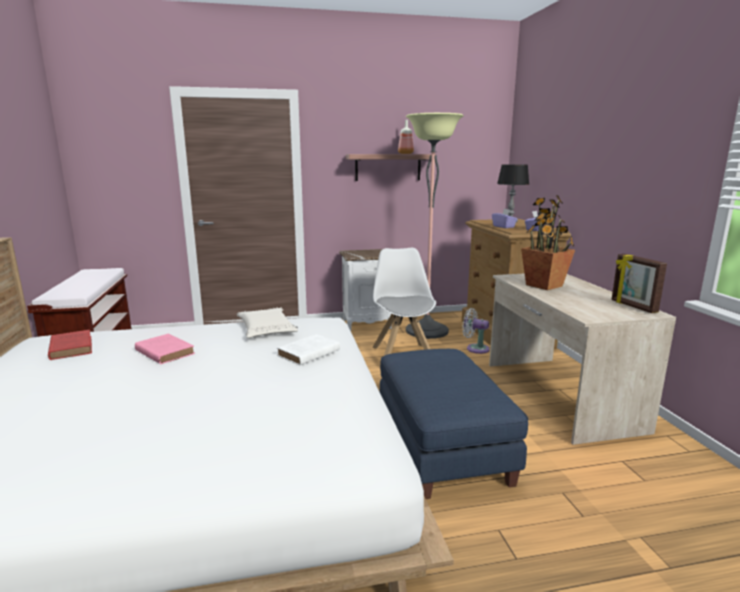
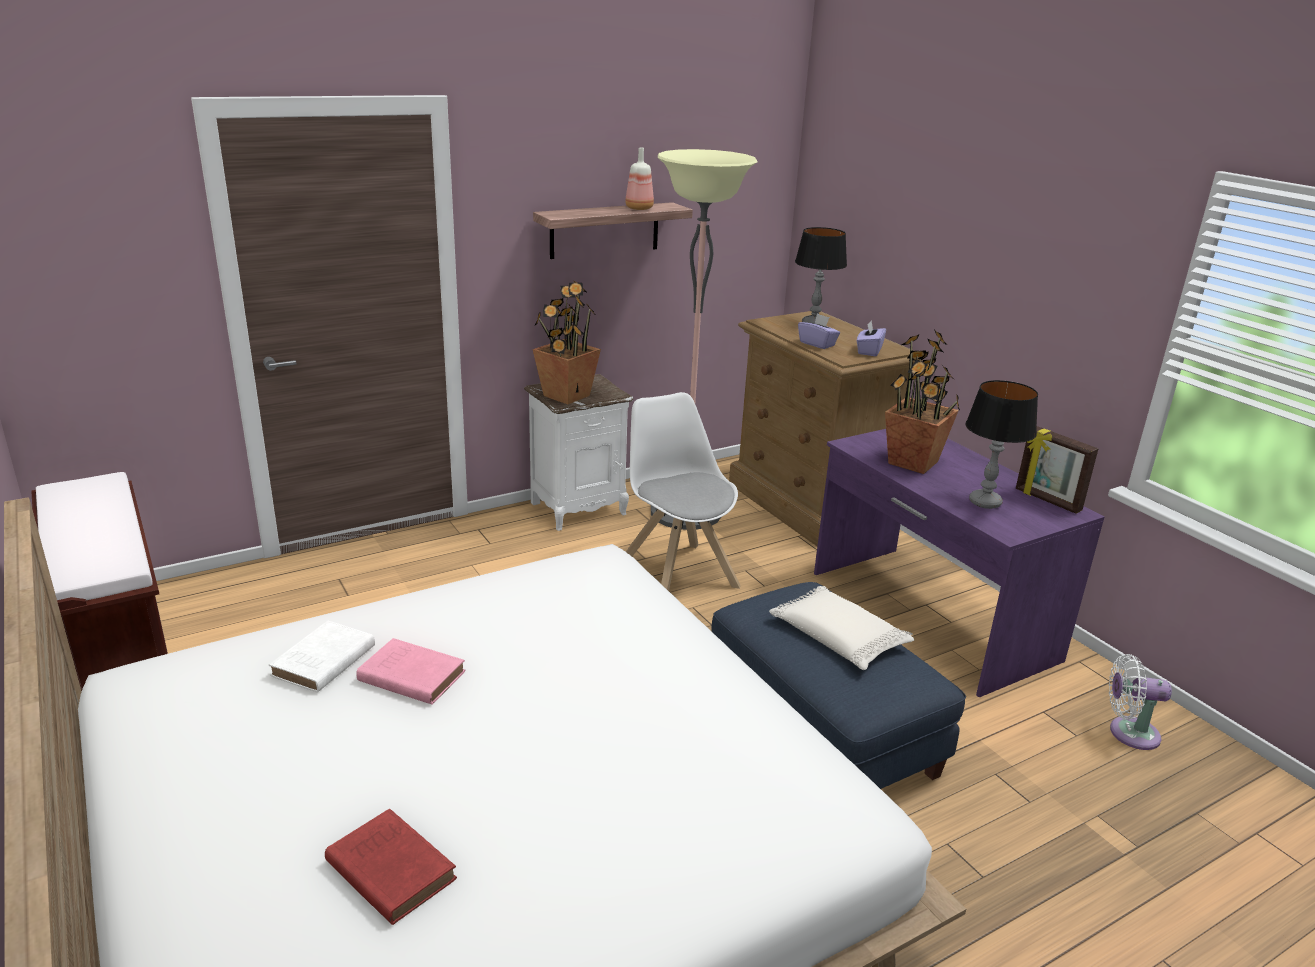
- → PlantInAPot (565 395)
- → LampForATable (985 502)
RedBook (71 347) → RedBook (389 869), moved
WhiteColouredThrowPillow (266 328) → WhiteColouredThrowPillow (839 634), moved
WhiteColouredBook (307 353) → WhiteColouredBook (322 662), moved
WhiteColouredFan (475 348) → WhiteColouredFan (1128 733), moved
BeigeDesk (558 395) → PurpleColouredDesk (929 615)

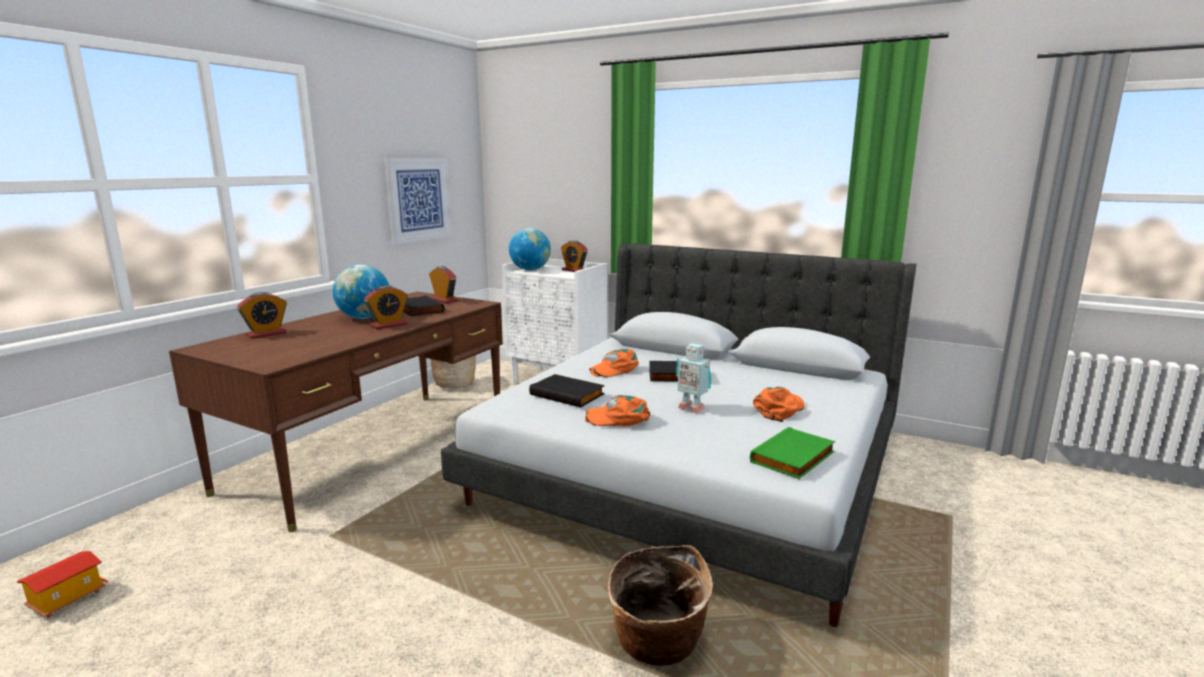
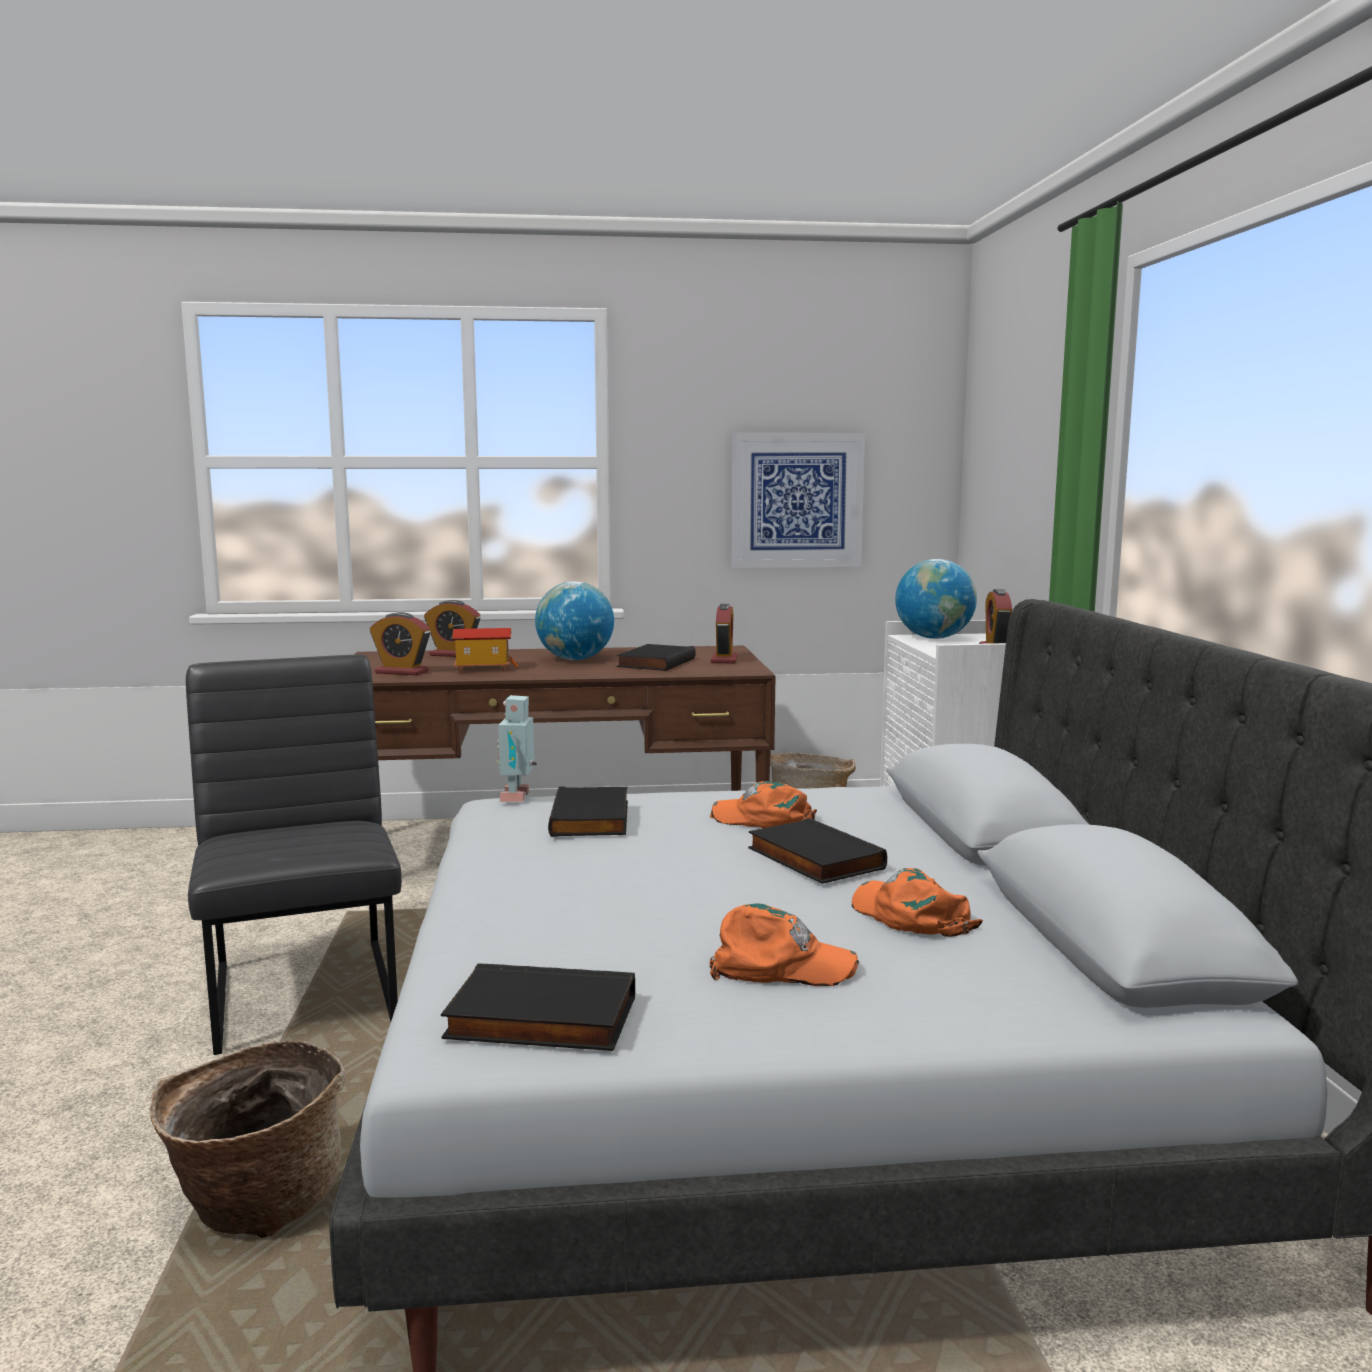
- → GreyPlainChair (305 990)
MiniatureHouse (67 599) → MiniatureHouse (483 669), moved
TableClock (388 325) → TableClock (402 672), moved
OrangePeakedCap (619 418) → OrangePeakedCap (911 915), moved
ModelRobot (691 408) → ModelRobot (518 797), moved
GreenBook (794 458) → BlackColouredBook (539 1020)

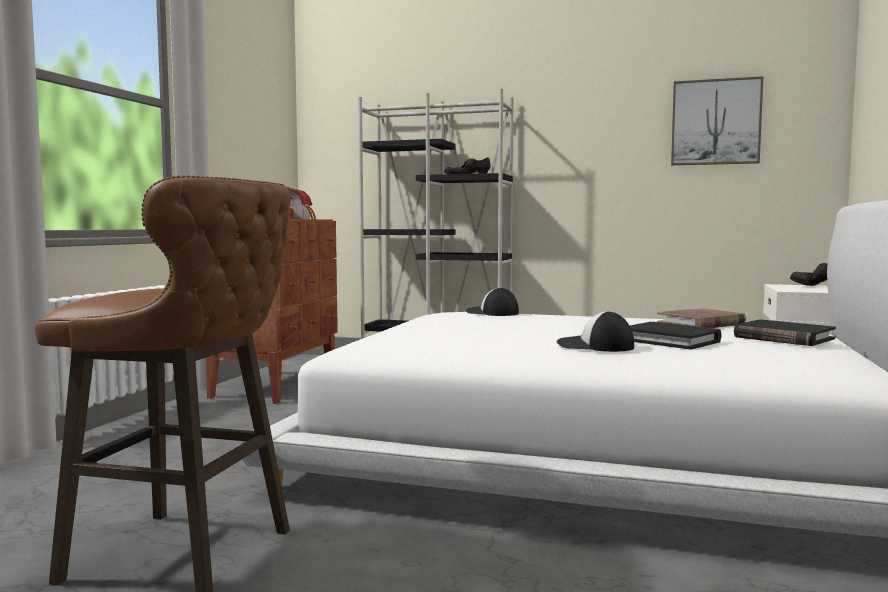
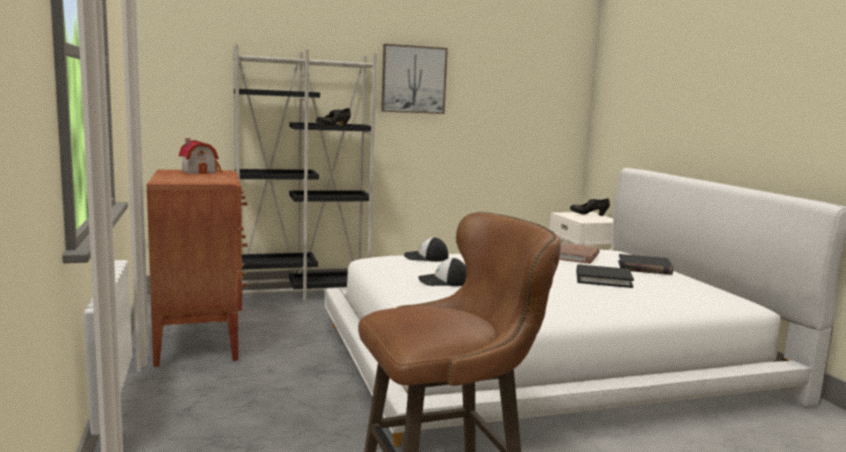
PeakedCap (594 346) → PeakedCap (443 281), moved
WallArt (715 122) → WallArt (413 79), moved

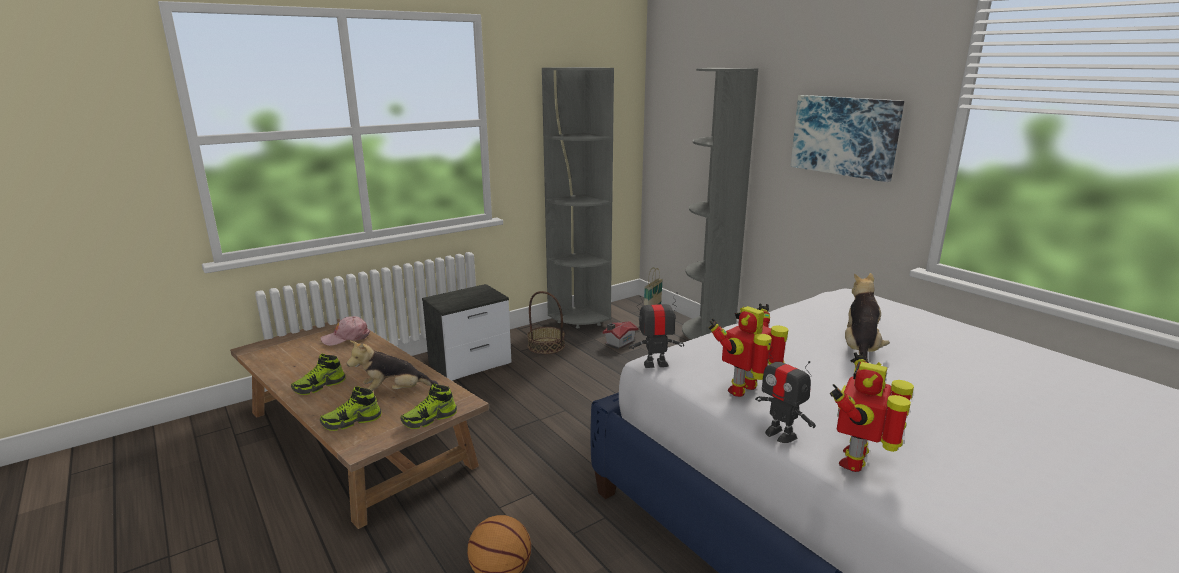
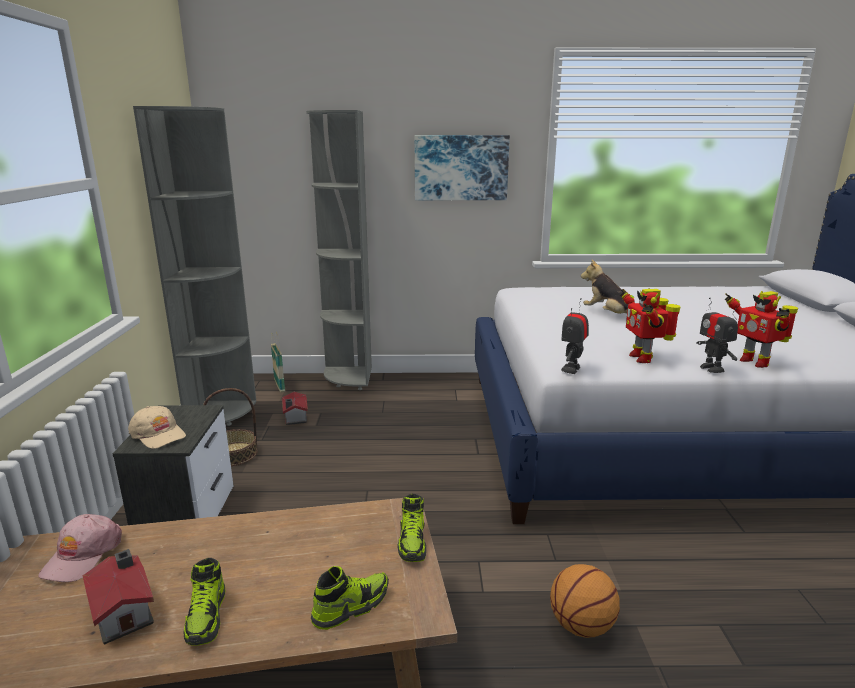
PlushToy (393 393) → -
- → MiniatureHouse (125 611)
- → BeigePeakedCap (158 434)
ItemOfFootwear (352 421) → ItemOfFootwear (351 606), 135 degrees counterclockwise
ModelRobot (780 434) → ModelRobot (712 368), 75 degrees clockwise

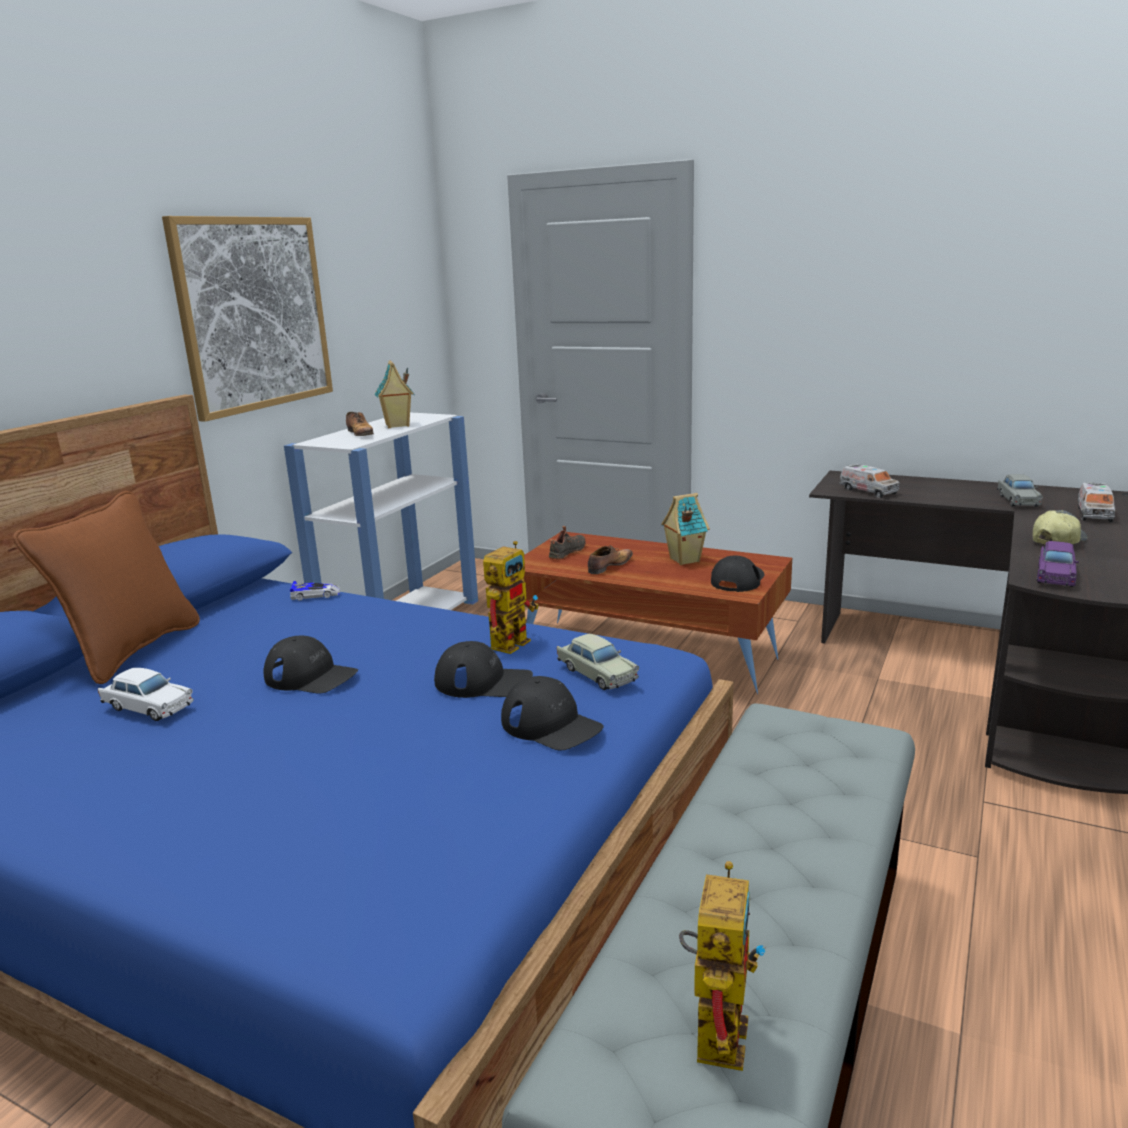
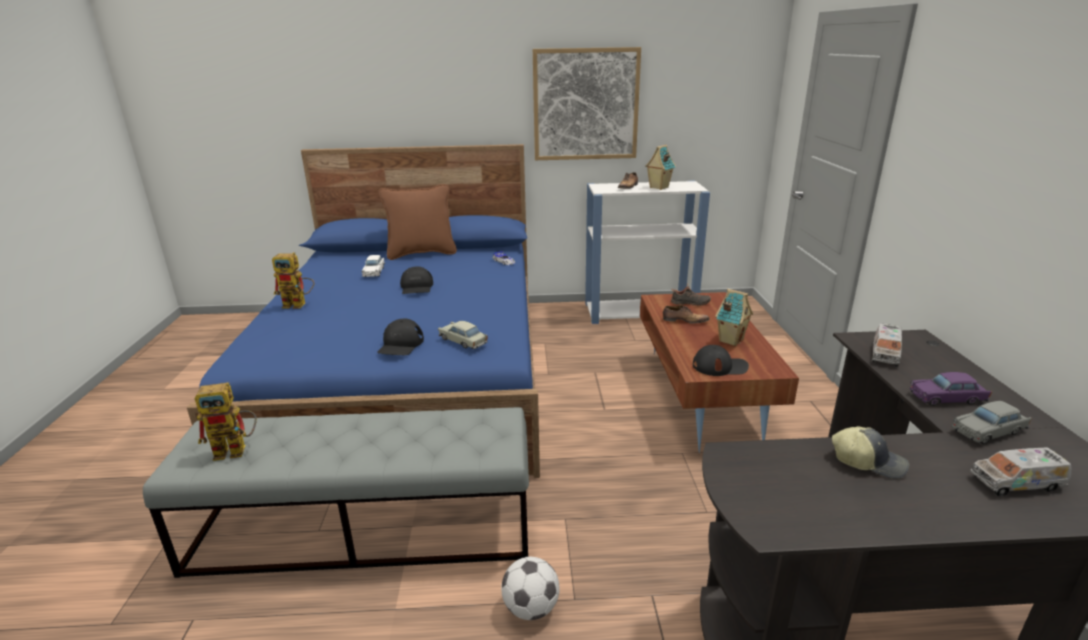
BlackColouredPeakedCap (483 681) → -
- → BallForFootball (531 608)
ModelRobot (512 640) → ModelRobot (299 304), moved
PurpleColouredToyCar (1055 575) → PurpleColouredToyCar (947 398), moved
BeigeToyCar (597 673) → BeigeToyCar (463 341), 105 degrees clockwise

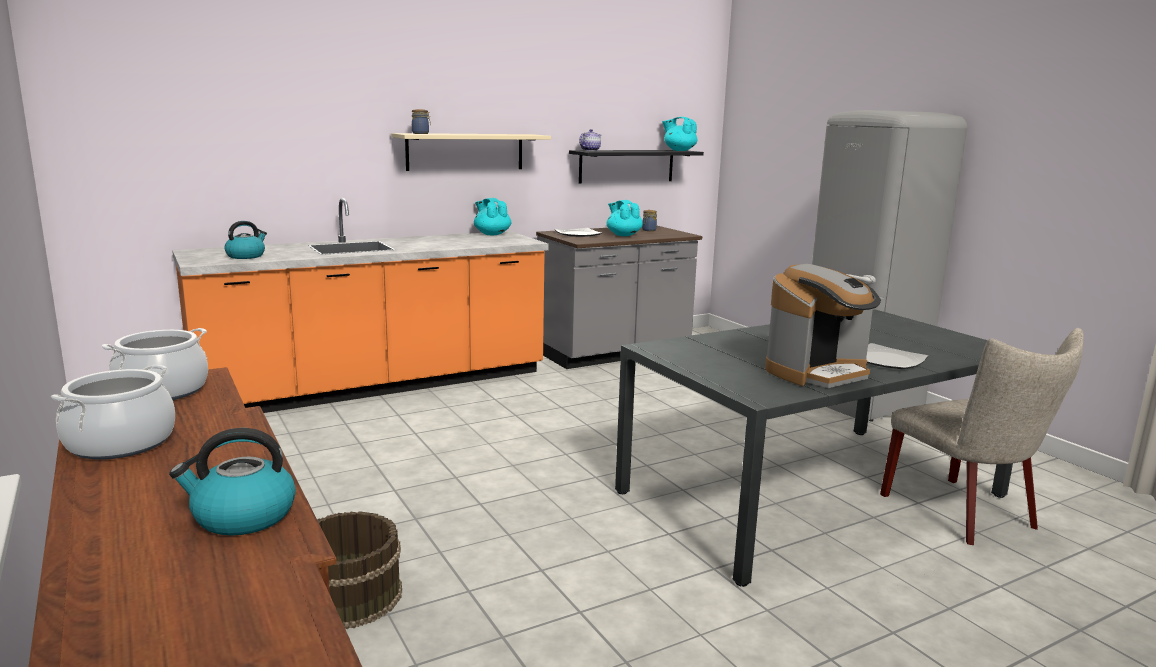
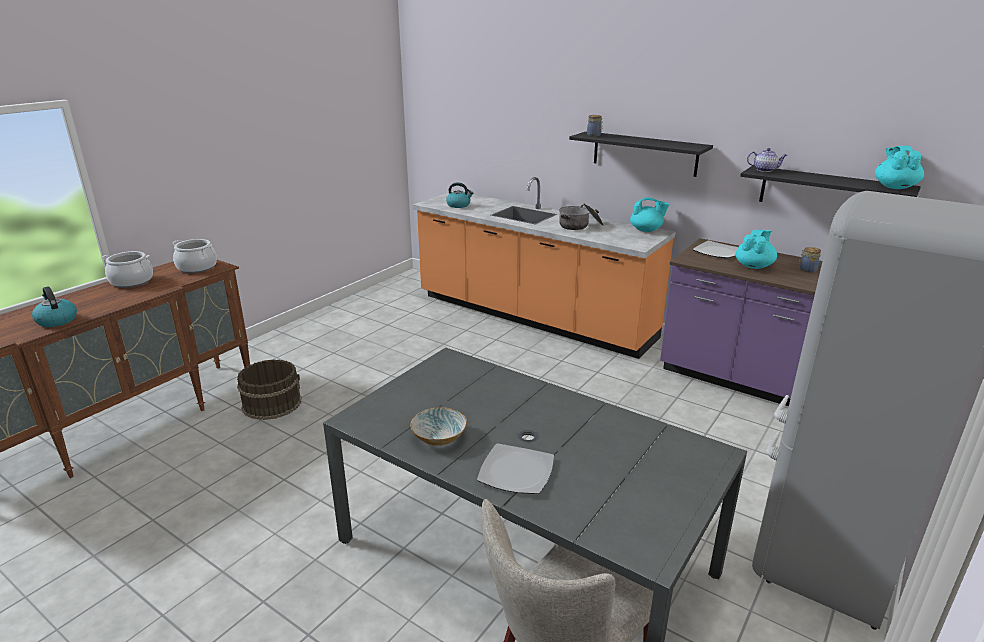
- → CookingPot (580 226)
CoffeeBrewer (817 372) → ServingBowl (440 437)
BeigeShelf (465 152) → BlackColouredShelf (644 153)
GreyKitchenBaseUnit (614 353) → PurpleColouredKitchenBaseUnit (738 379)
TurquoiseColouredPotForTea (492 234) → TurquoiseColouredPotForTea (646 230), 75 degrees clockwise

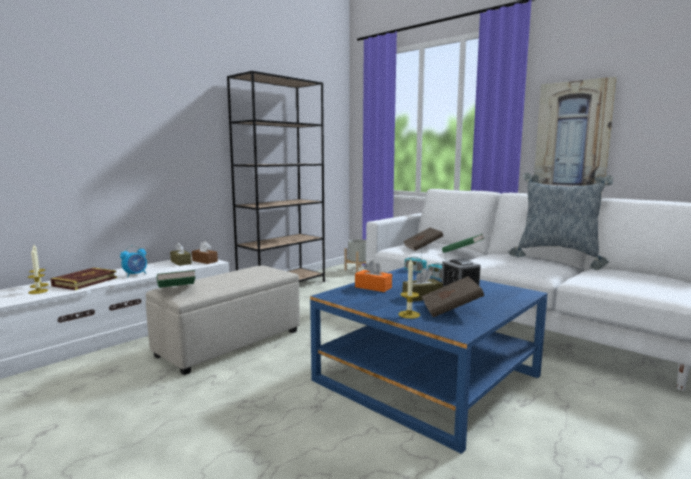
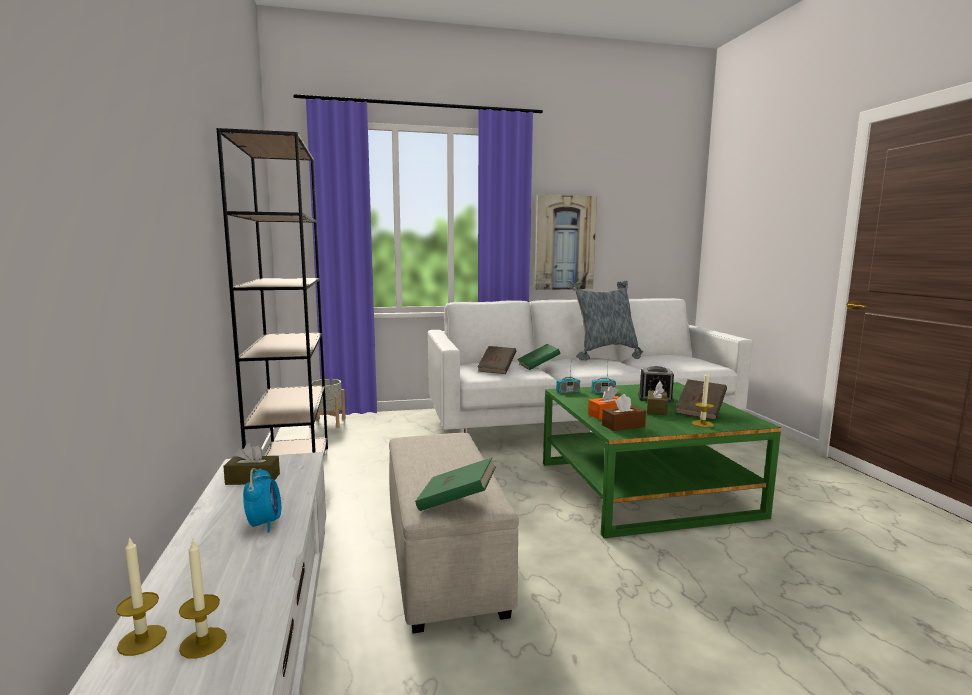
Book (85 282) → -
BrownTissueHolder (205 261) → BrownTissueHolder (623 426), moved
BlueColouredLoungeTable (427 378) → GreenLoungeTable (644 488)

